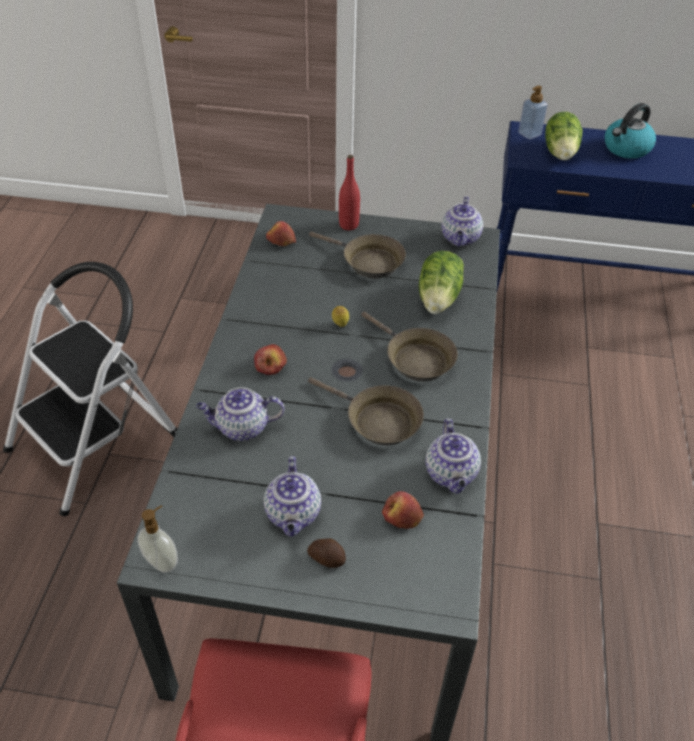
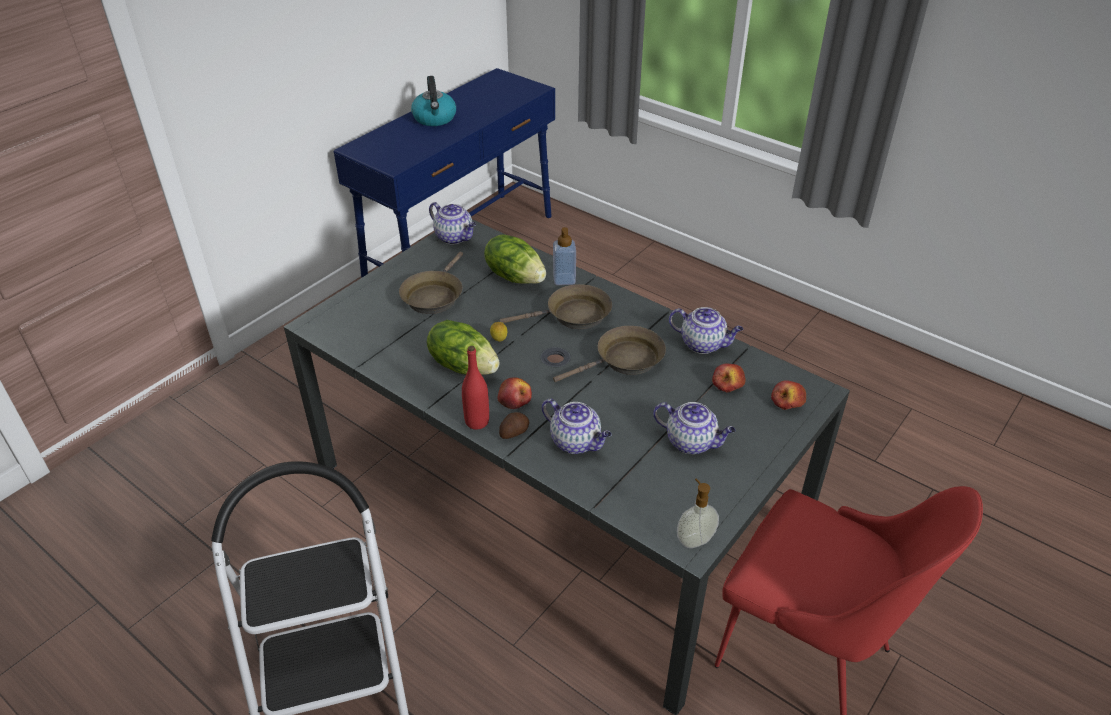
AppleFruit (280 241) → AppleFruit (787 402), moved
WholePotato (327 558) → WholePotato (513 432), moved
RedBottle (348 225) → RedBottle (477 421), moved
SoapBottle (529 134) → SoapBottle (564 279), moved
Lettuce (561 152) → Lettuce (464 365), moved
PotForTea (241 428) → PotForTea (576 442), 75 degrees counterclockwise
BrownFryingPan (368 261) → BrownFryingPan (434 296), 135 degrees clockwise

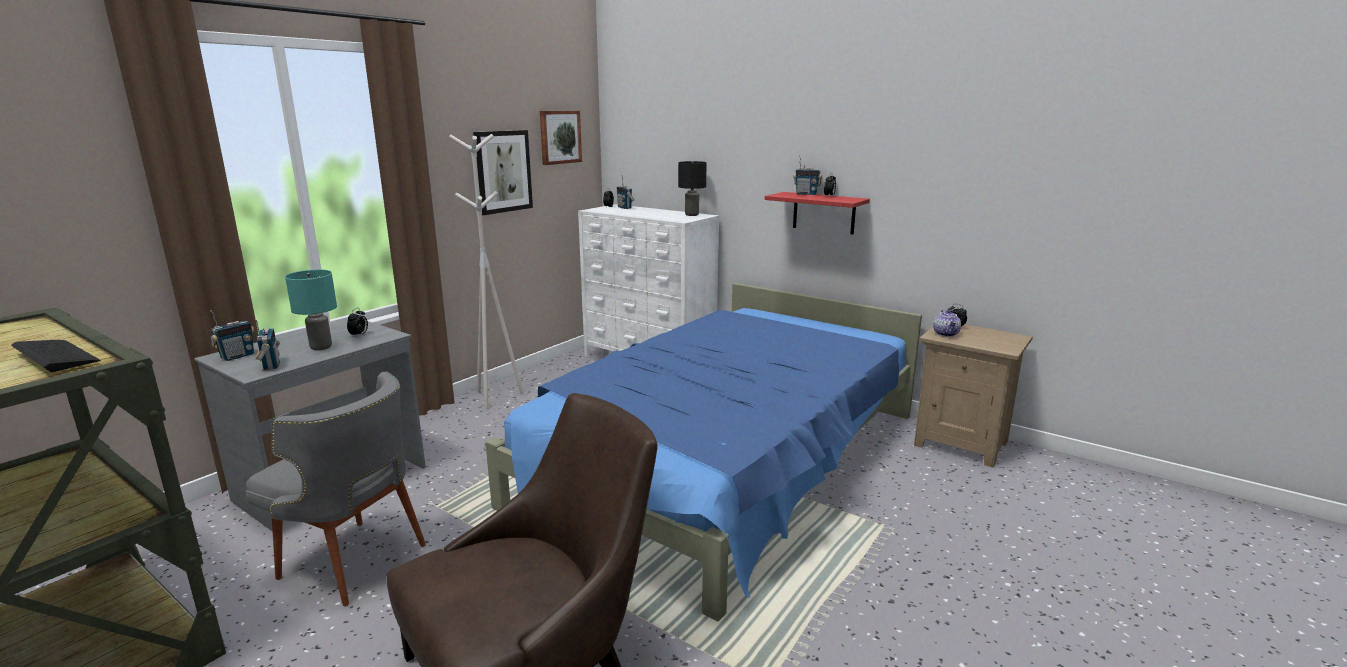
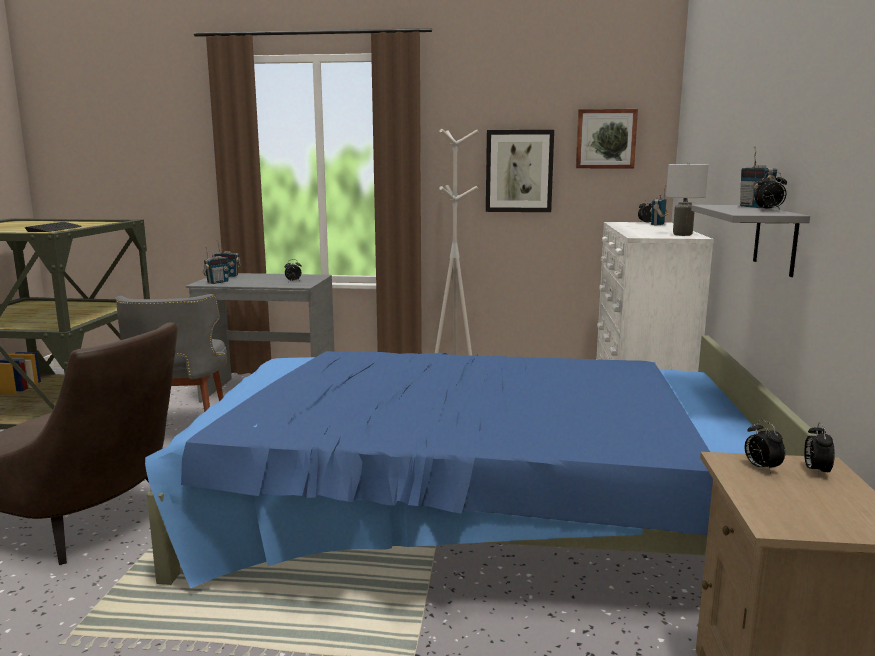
TurquoiseColouredLampForATable (320 348) → -
PotForTea (946 334) → TableClock (761 468)
BlackColouredLampForATable (692 215) → WhiteColouredLampForATable (683 235)
RedShelf (824 213) → GreyShelf (775 239)

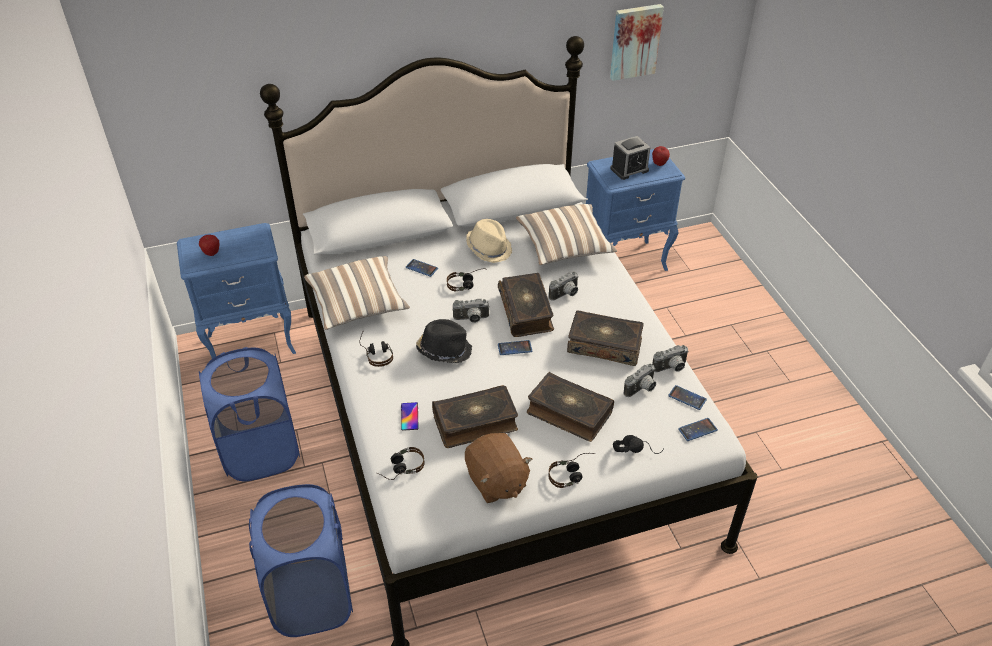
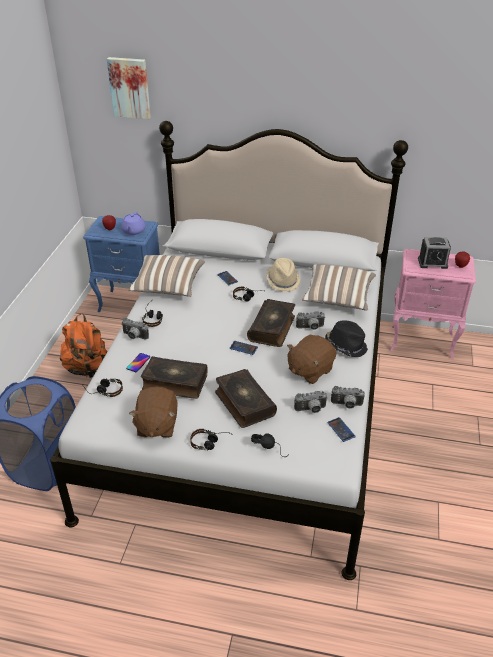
Telephone (697 430) → -
- → PurpleColouredPotForTea (133 231)
BlackColouredWearableHat (444 350) → BlackColouredWearableHat (346 346), moved
PhotoCamera (471 319) → PhotoCamera (134 336), moved
WallArt (634 41) → WallArt (130 87), moved
BlueColouredLaundryBasket (261 452) → OrangeBackpack (87 368)
Book (604 345) → BrownPlushToy (309 370)
BlueColouredNightstand (624 262) → PinkNightstand (422 342)

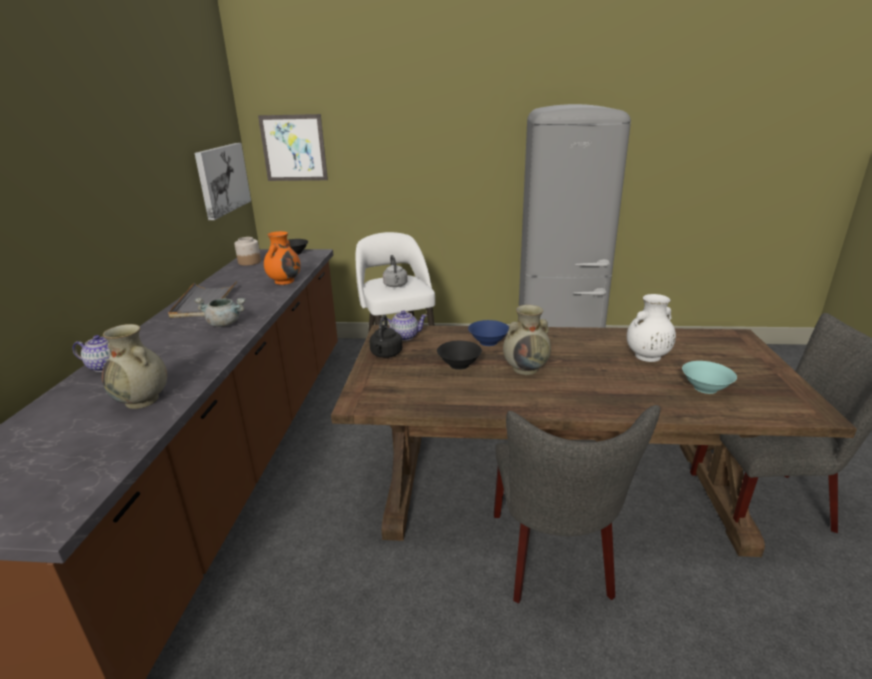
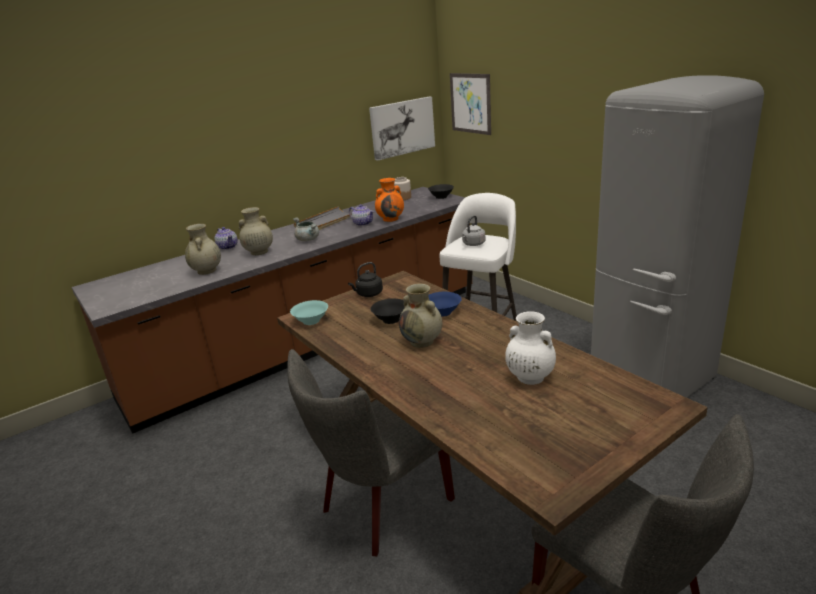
- → BeigeFlowerVase (258 252)
PotForTea (404 336) → PotForTea (363 223), moved
TurquoiseColouredServingBowl (706 388) → TurquoiseColouredServingBowl (311 321), moved

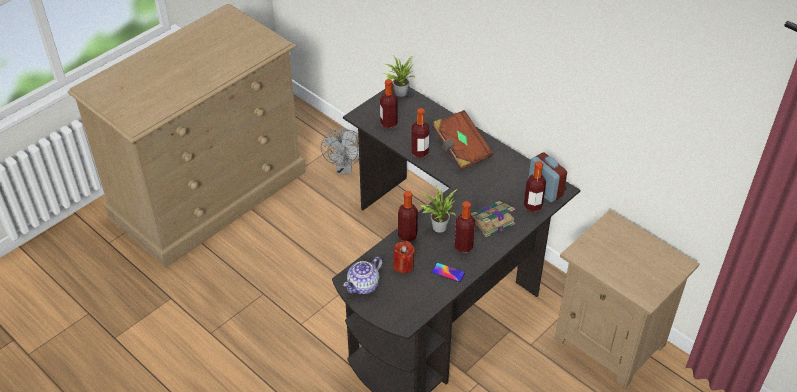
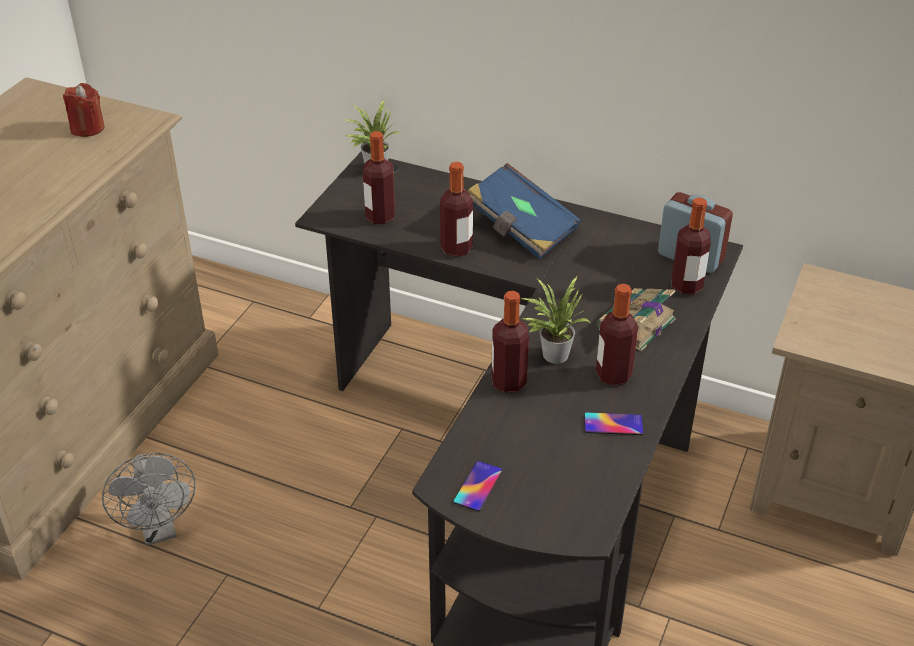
GreyFan (344 169) → GreyFan (159 530), moved
RedCandle (403 265) → RedCandle (87 128), moved
PotForTea (364 285) → Telephone (478 486)
BrownBook (461 149) → BlueColouredBook (521 228)

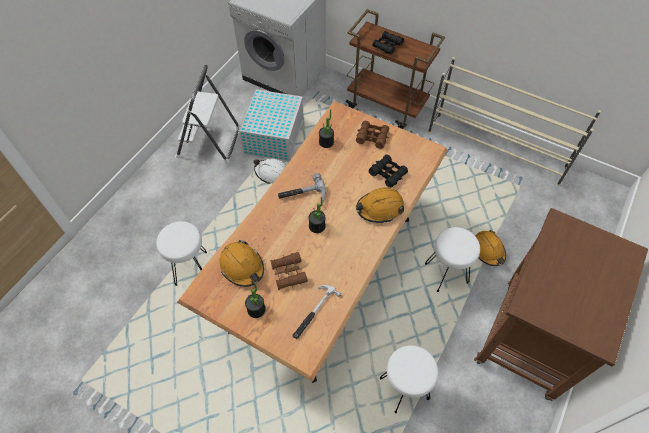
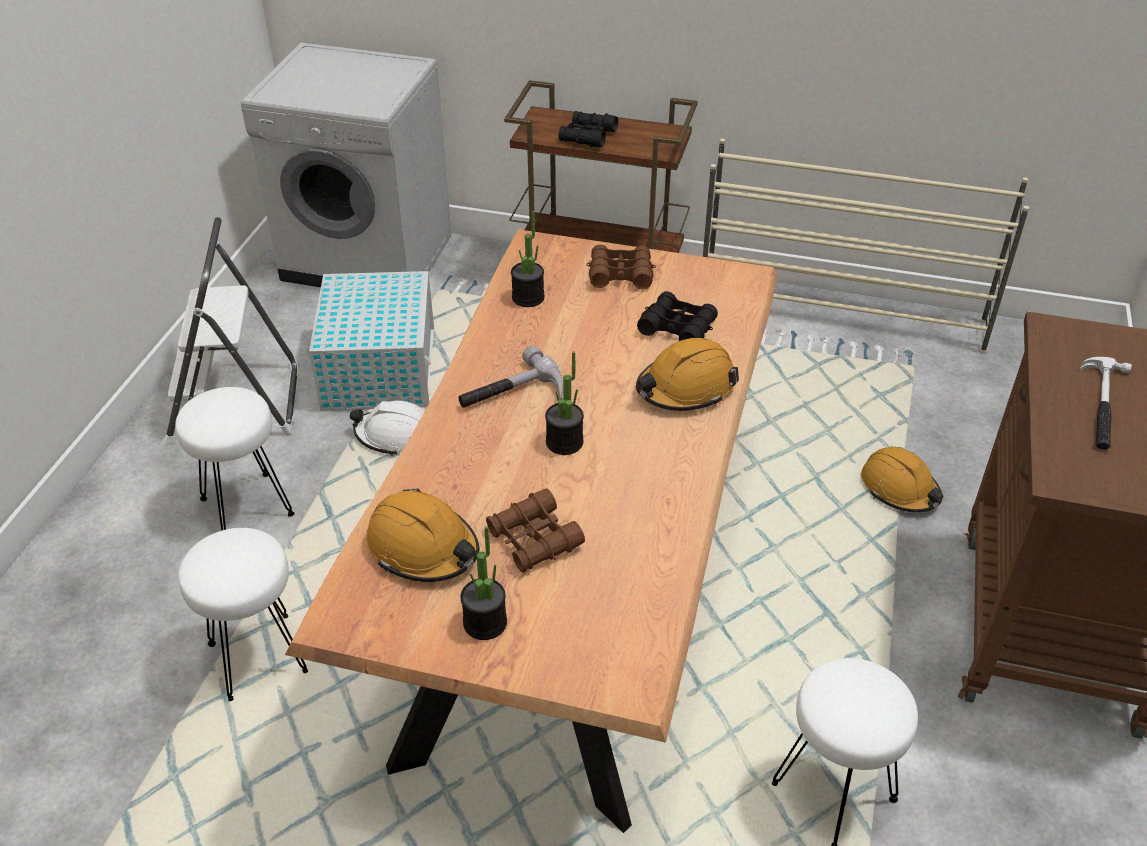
HandHammer (313 312) → HandHammer (1102 405), moved
WhiteColouredStool (446 274) → WhiteColouredStool (247 508), moved

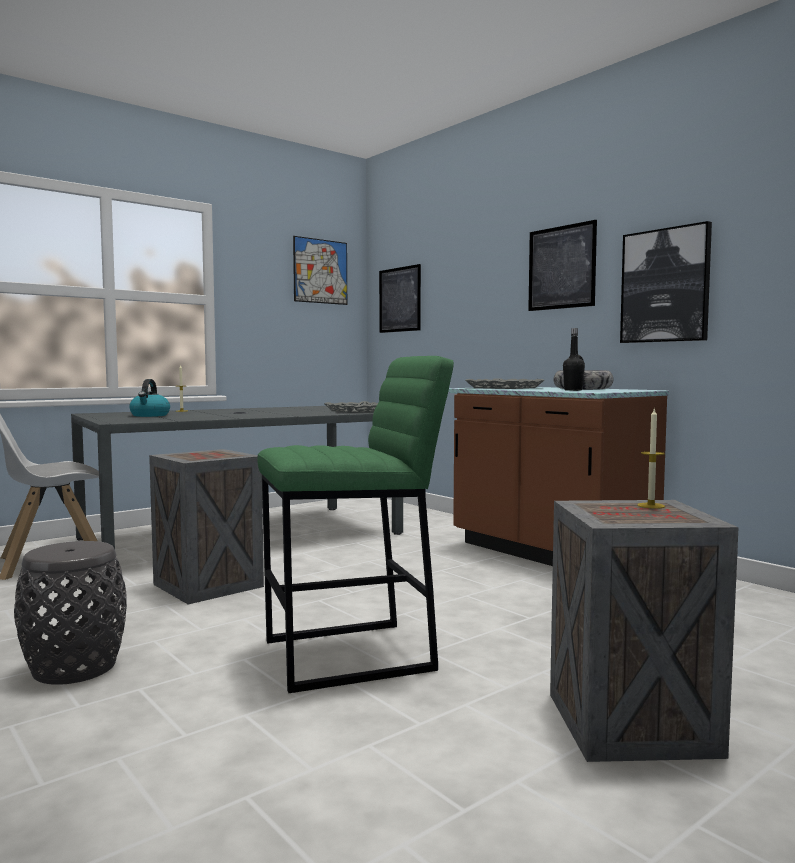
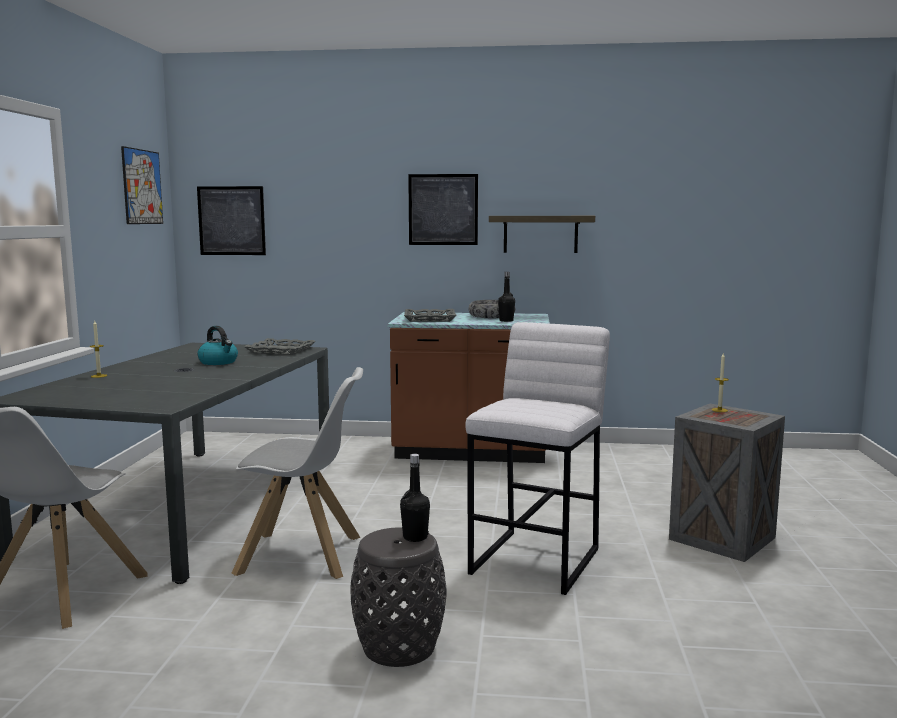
- → BlackColouredBottle (415 537)
WaterKettle (150 415) → WaterKettle (219 362), moved
ShippingCrate (207 586) → PlainChair (304 556)
WallArt (665 286) → Shelf (540 234)
GreenStool (352 654) → WhiteColouredStool (536 559)

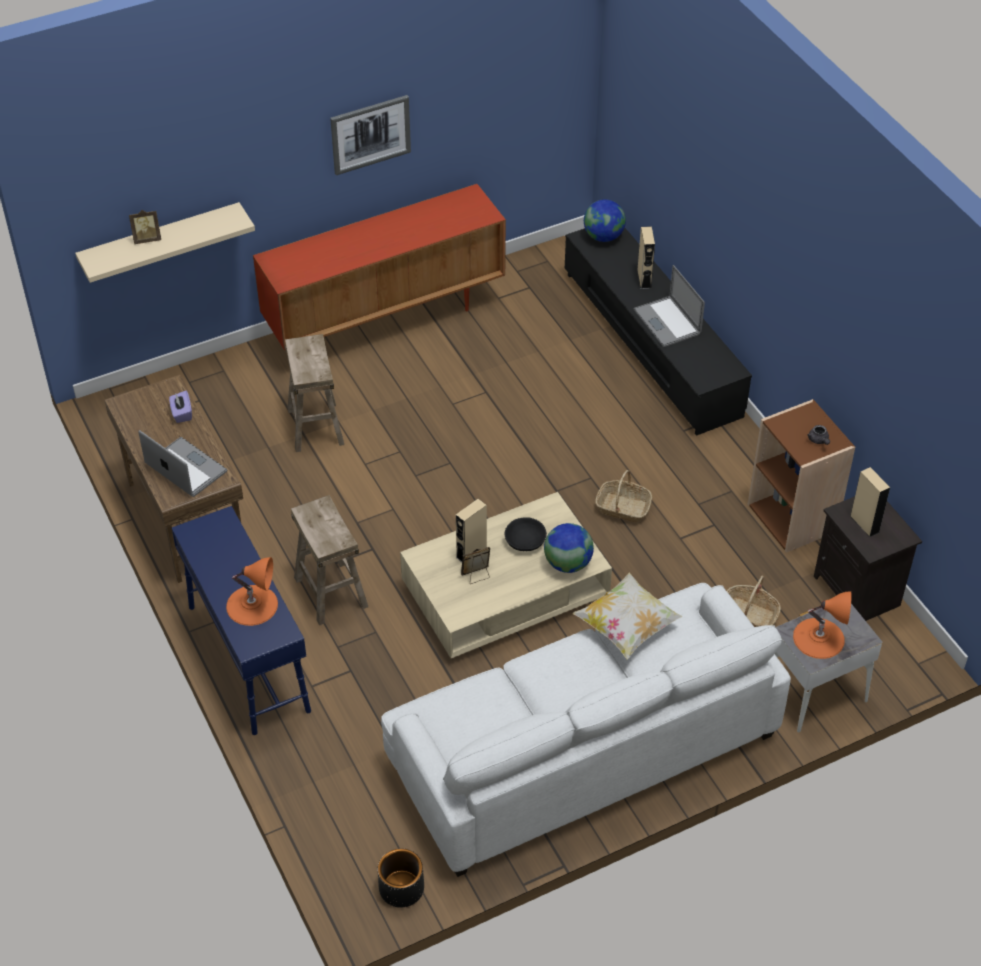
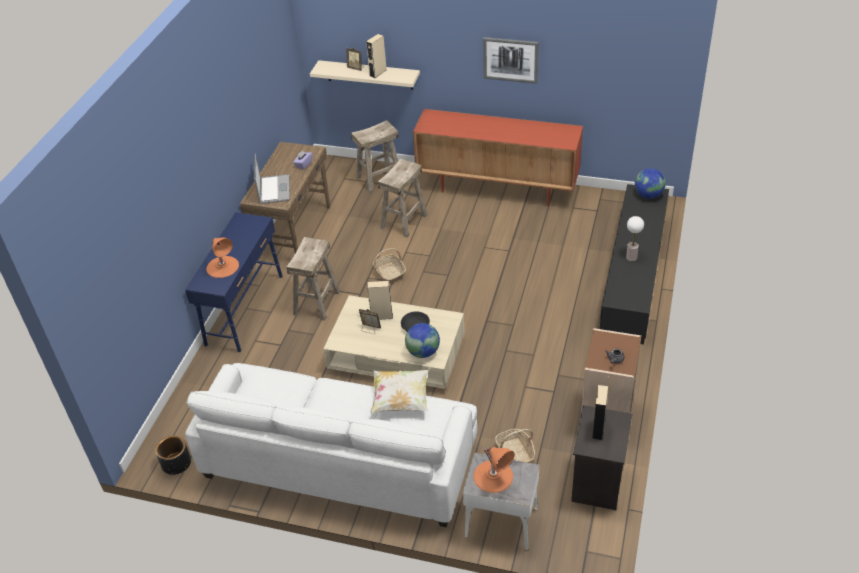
- → BeigeStool (379 179)
Basket (622 507) → Basket (389 273), moved
BeigeAudioSpeaker (644 279) → BeigeAudioSpeaker (378 73), moved
Laptop (667 322) → LampForATable (631 258)

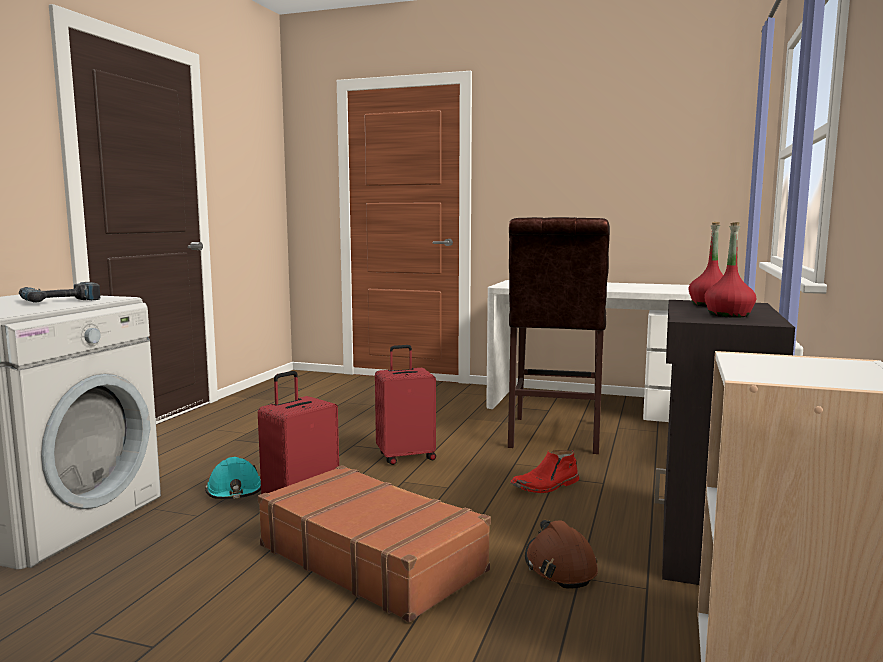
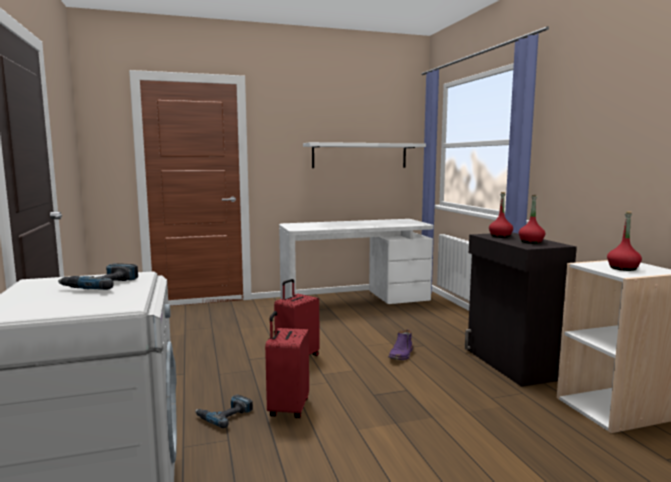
BrownTravelCase (371 558) → -
BrownStool (553 437) → -
BrownSafetyHelmet (560 567) → -
- → WhiteColouredShelf (359 155)
- → RedBottle (623 268)
TurquoiseColouredSafetyHelmet (235 492) → PowerDrill (225 415)
RedHighTopBoot (546 486) → PurpleColouredHighTopBoot (401 354)

